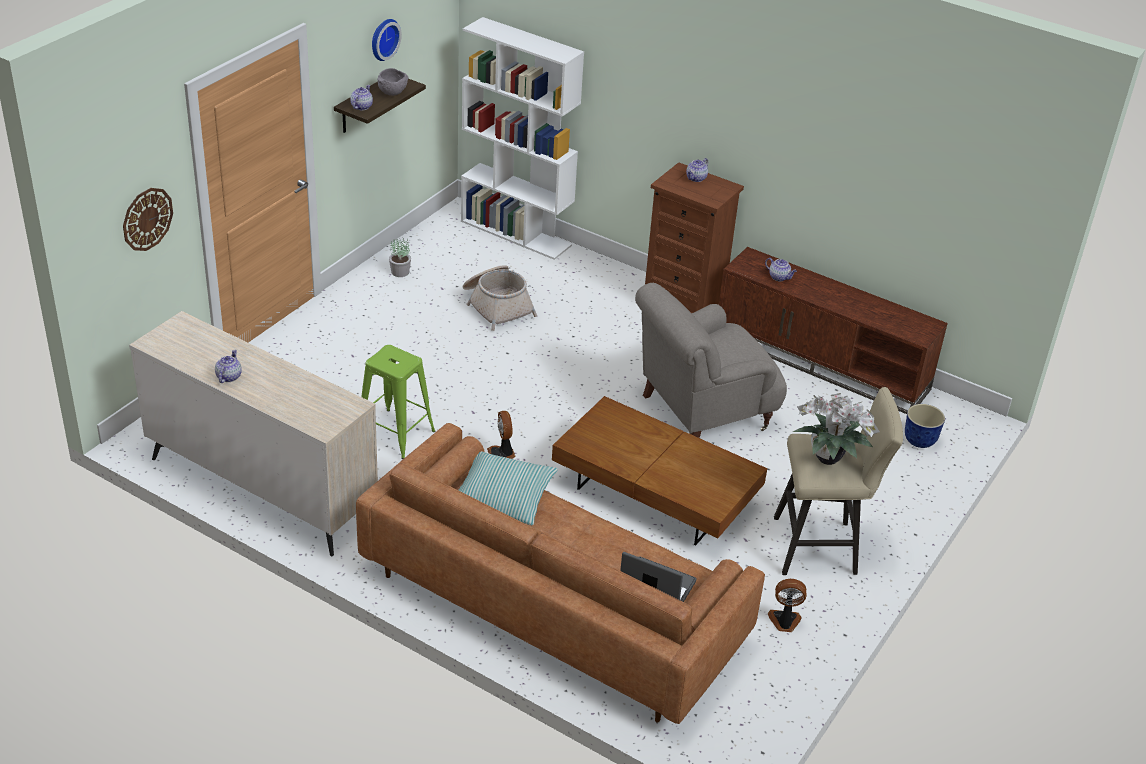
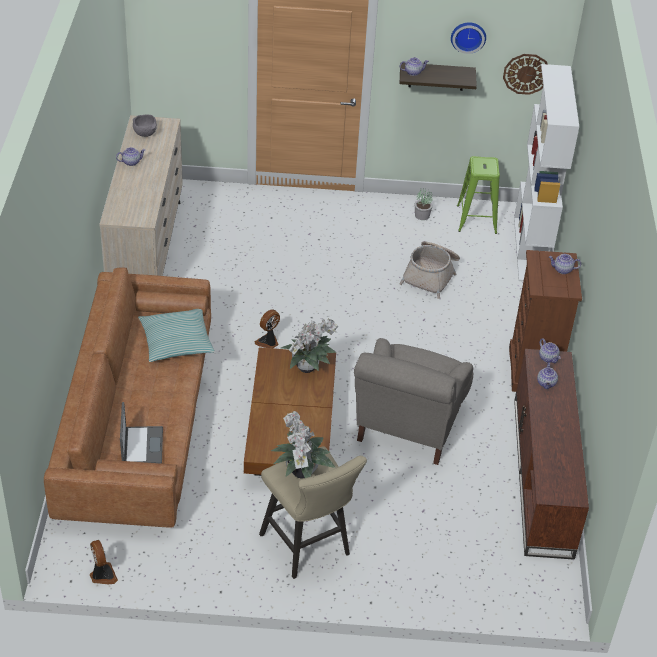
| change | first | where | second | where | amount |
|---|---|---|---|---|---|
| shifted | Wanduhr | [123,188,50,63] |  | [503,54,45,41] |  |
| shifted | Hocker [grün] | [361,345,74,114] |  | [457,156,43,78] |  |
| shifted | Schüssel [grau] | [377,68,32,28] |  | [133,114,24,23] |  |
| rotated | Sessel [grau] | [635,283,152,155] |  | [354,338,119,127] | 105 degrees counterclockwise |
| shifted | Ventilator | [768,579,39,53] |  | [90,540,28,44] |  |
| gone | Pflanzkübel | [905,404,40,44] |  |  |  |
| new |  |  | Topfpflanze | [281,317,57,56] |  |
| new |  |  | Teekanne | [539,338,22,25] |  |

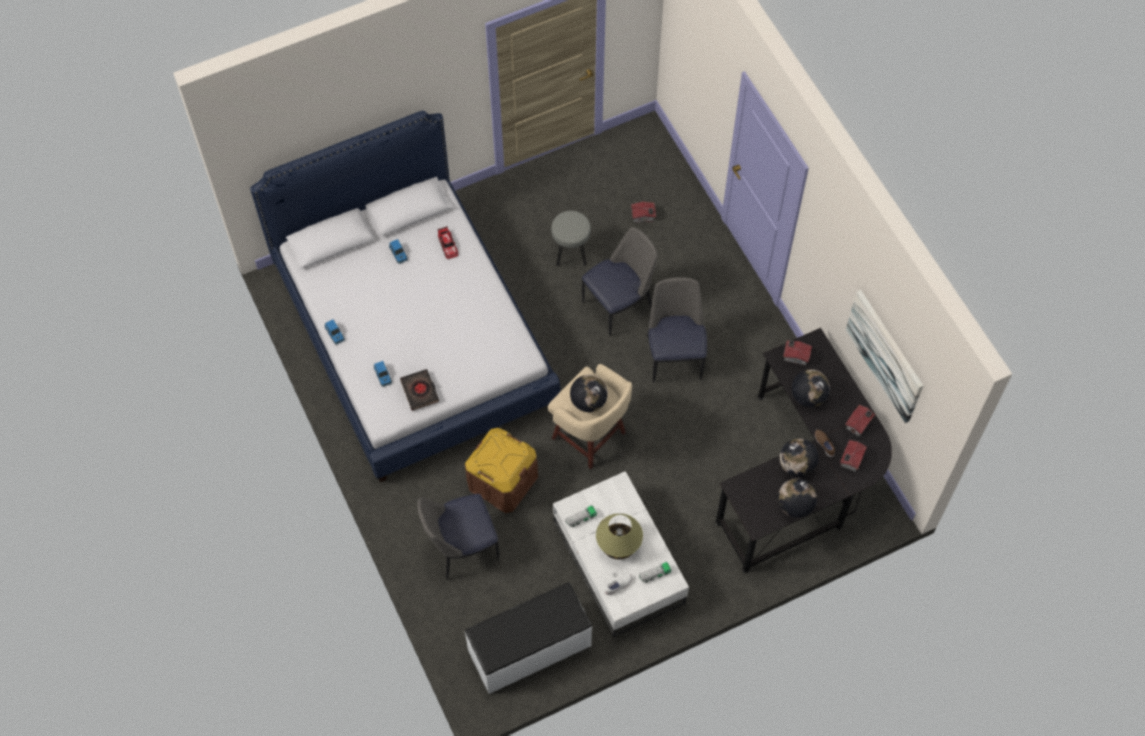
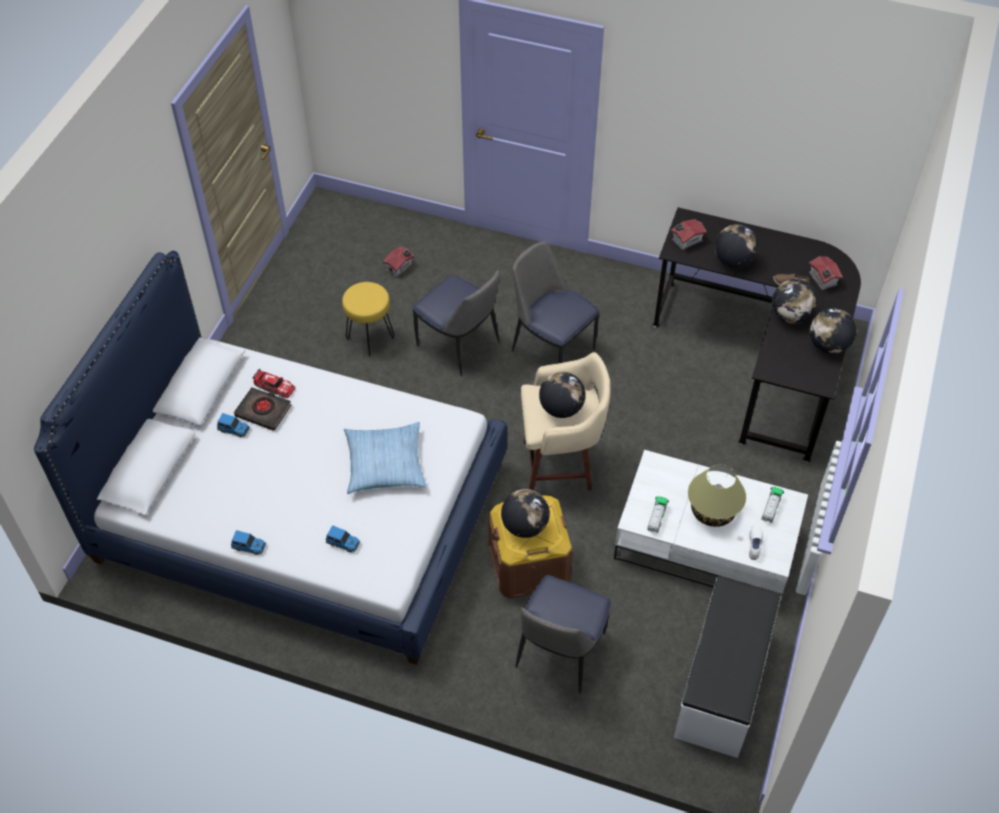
| change | first | where | second | where | amount |
|---|---|---|---|---|---|
| shifted | Buch [schwarz] | [400,369,39,42] |  | [234,387,57,44] |  |
| repainted | Hocker [grau] | [551,211,40,56] | Hocker [gelb] | [342,282,53,75] |  |
| rotated | Stuhl | [582,227,75,109] |  | [413,270,87,107] | 120 degrees clockwise |
| gone | Spielzeughaus | [845,405,30,32] |  |  |  |
| gone | Bild | [846,290,78,133] |  |  |  |
| new |  |  | Kissen | [344,422,82,72] |  |
| new |  |  | Globus | [501,489,49,49] |  |

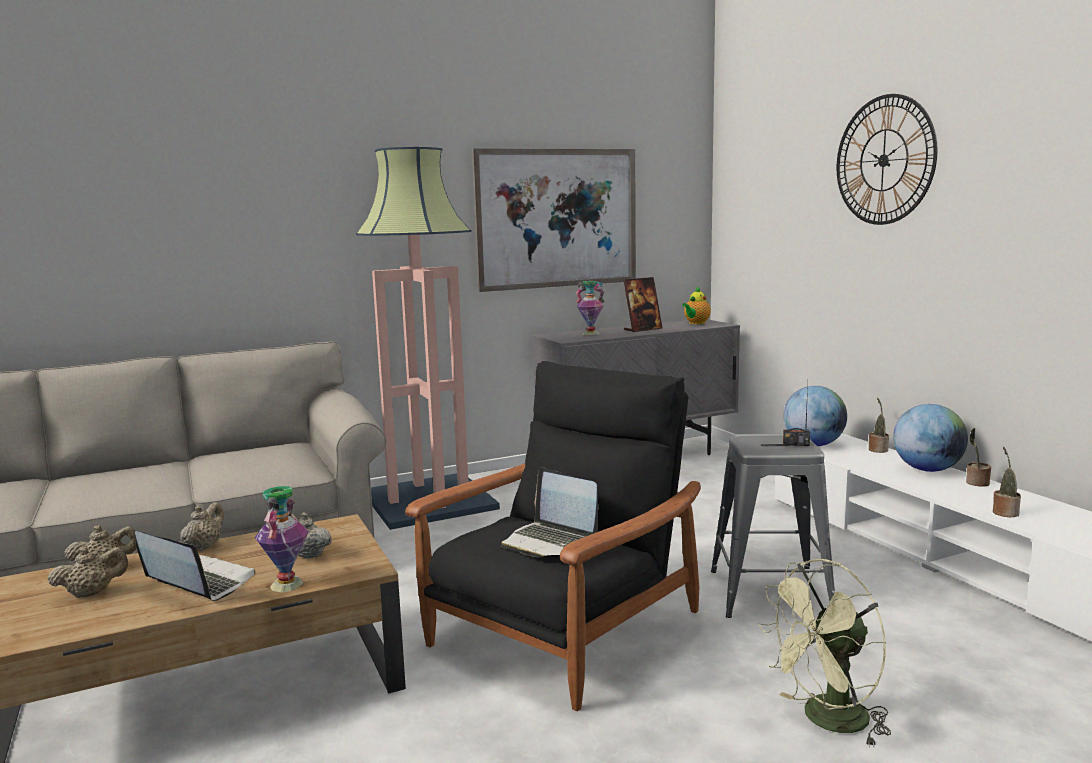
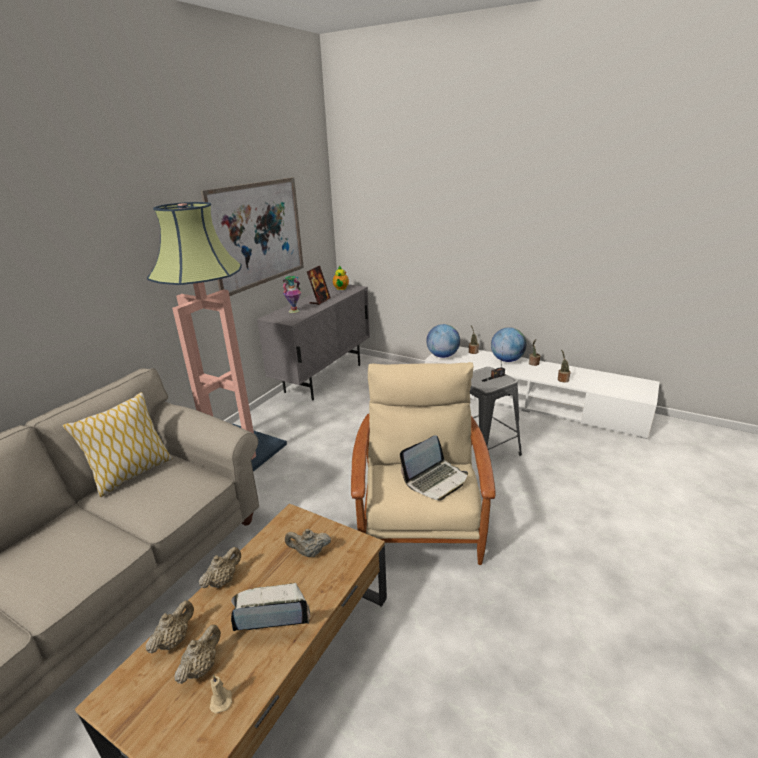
| change | first | where | second | where | amount |
|---|---|---|---|---|---|
| rotated | Teekanne [beige] | [180,502,44,49] |  | [199,547,42,41] | 60 degrees clockwise |
| gone | Vase | [255,486,54,106] |  |  |  |
| repainted | Sessel [schwarz] | [405,361,296,350] | Sessel [beige] | [351,362,145,203] |  |
| rotated | Laptop | [501,467,98,90] |  | [400,435,68,66] | 45 degrees counterclockwise |
| gone | Ventilator [grün] | [759,559,132,188] |  |  |  |
| gone | Wanduhr | [837,94,101,131] |  |  |  |
| new |  |  | Kissen | [62,392,111,105] |  |
| new |  |  | Kerze [beige] | [210,675,22,38] |  |

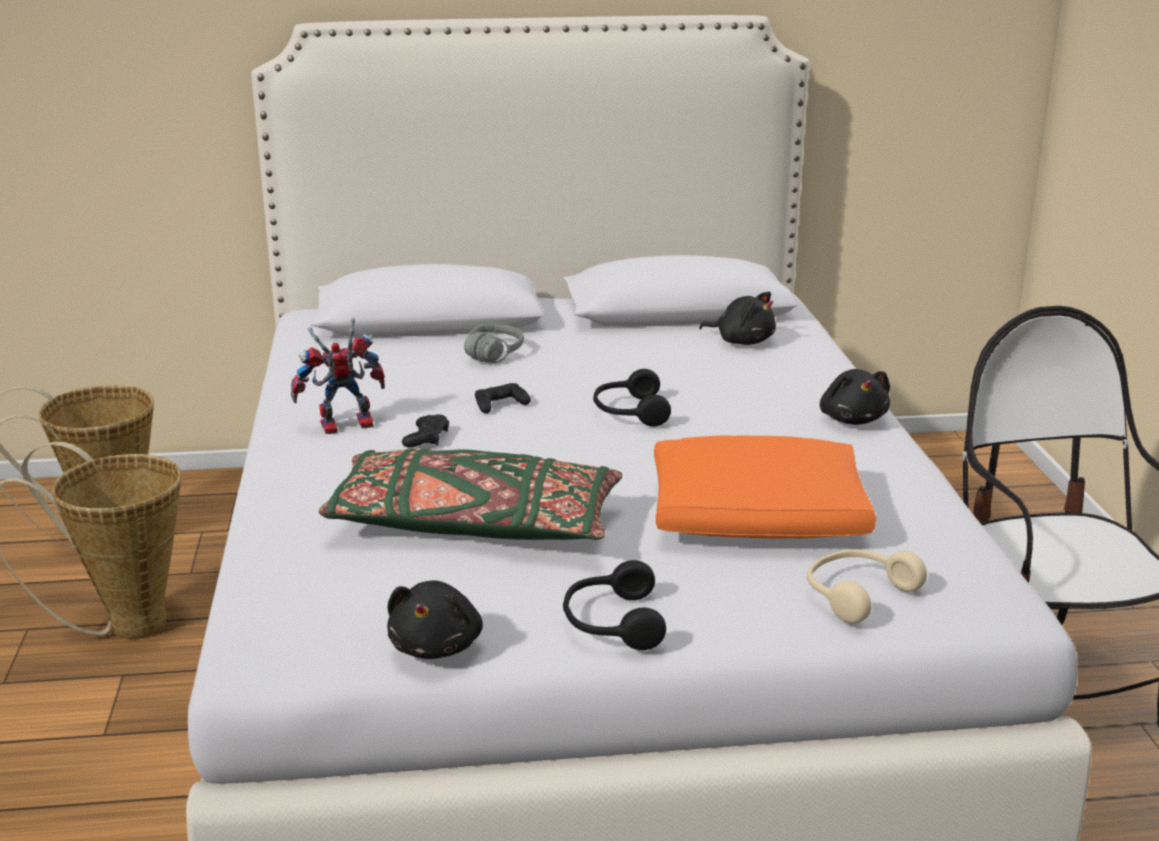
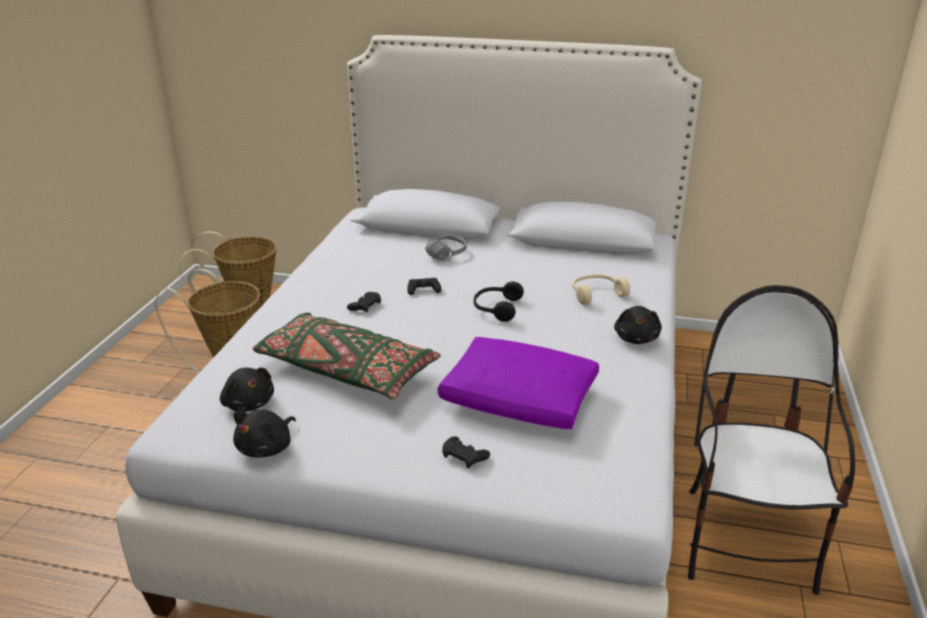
| change | first | where | second | where | amount |
|---|---|---|---|---|---|
| gone | Spielzeugroboter | [291,318,94,116] |  |  |  |
| gone | Kopfhörer [schwarz] | [563,560,103,90] |  |  |  |
| repainted | Kissen [orange] | [654,435,222,104] | Kissen [lila] | [438,337,161,92] |  |
| shifted | Plüschtier [schwarz] | [699,292,77,53] |  | [220,367,54,45] |  |
| shifted | Kopfhörer [beige] | [807,549,120,75] |  | [572,274,58,31] |  |
| new |  |  | Gamepad [schwarz] | [442,436,48,32] |  |

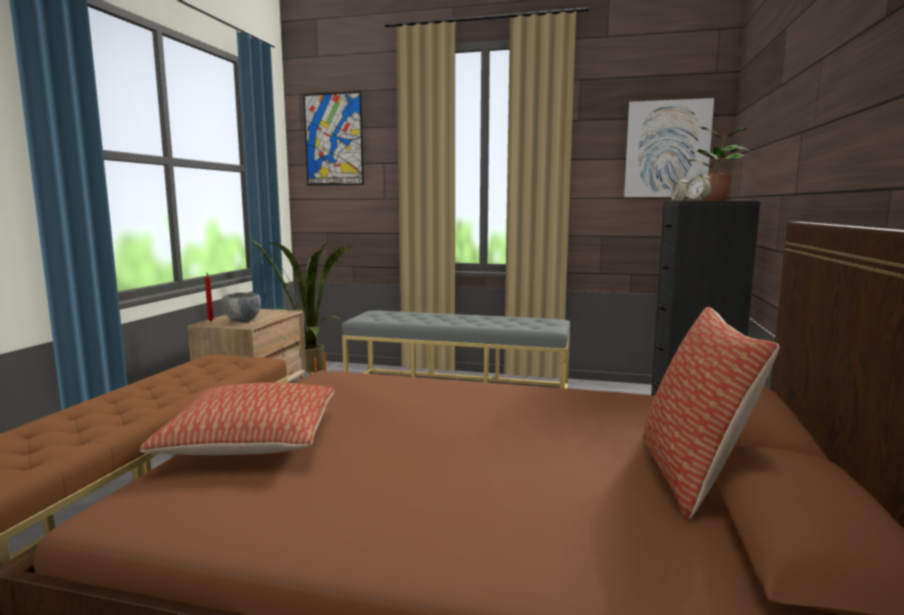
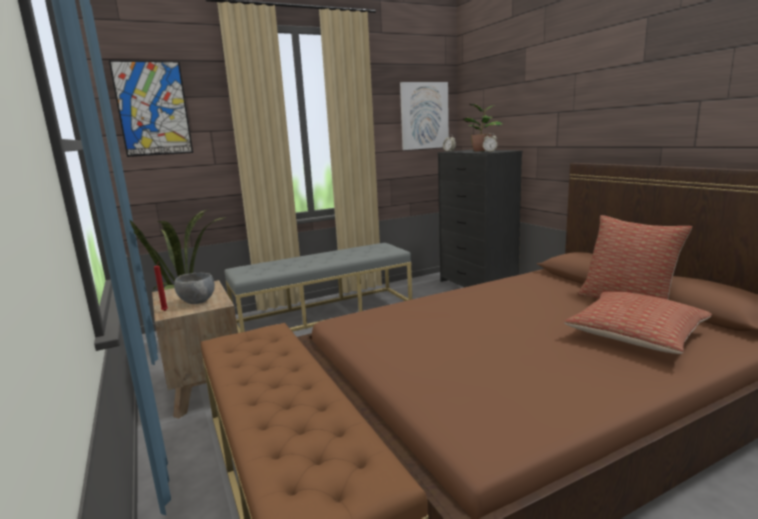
| change | first | where | second | where | amount |
|---|---|---|---|---|---|
| shifted | Kissen | [139,382,195,73] |  | [564,291,148,63] |  |

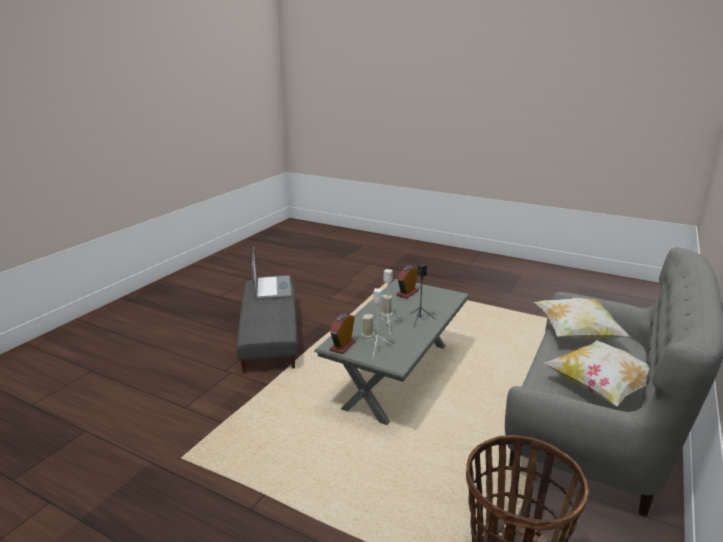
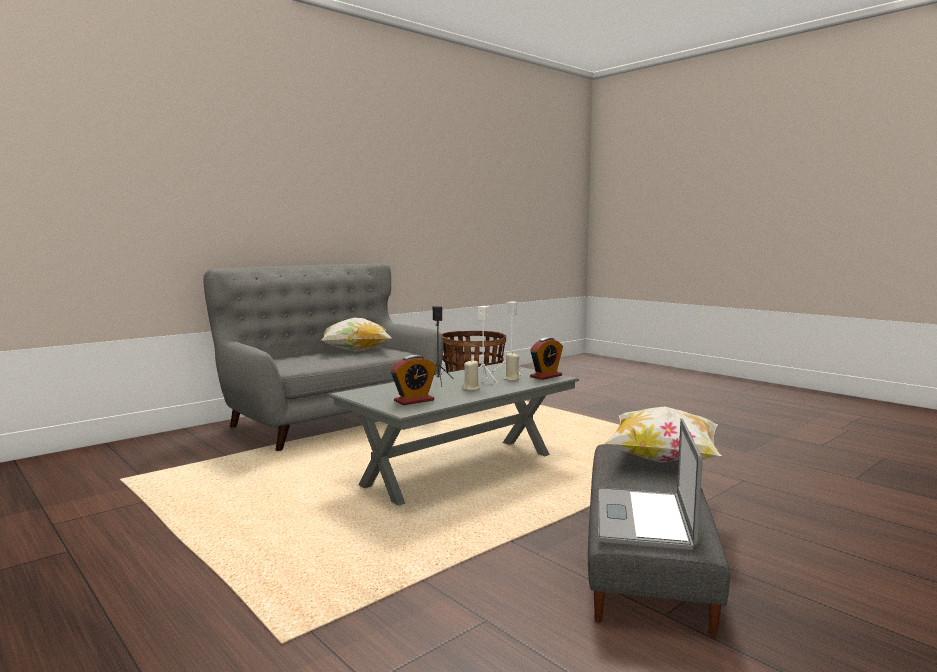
| change | first | where | second | where | amount |
|---|---|---|---|---|---|
| shifted | Kissen | [534,298,97,42] |  | [604,406,118,56] |  |

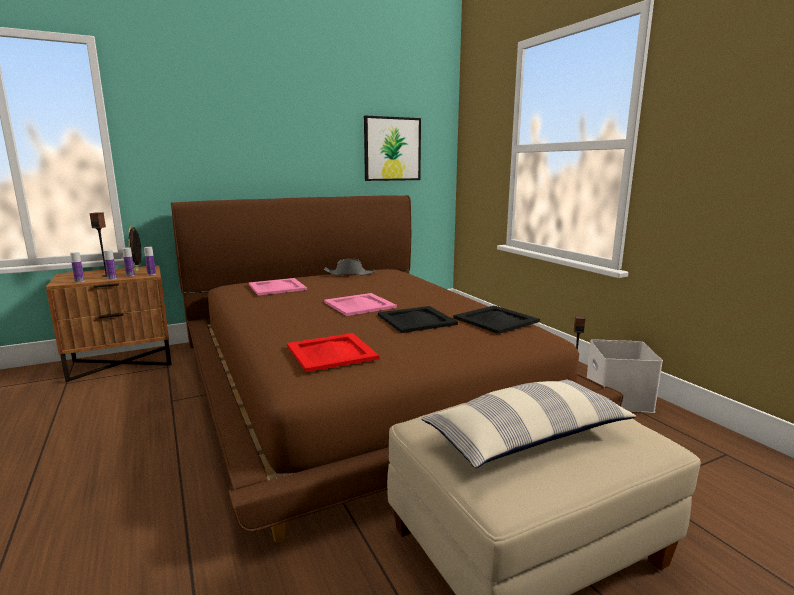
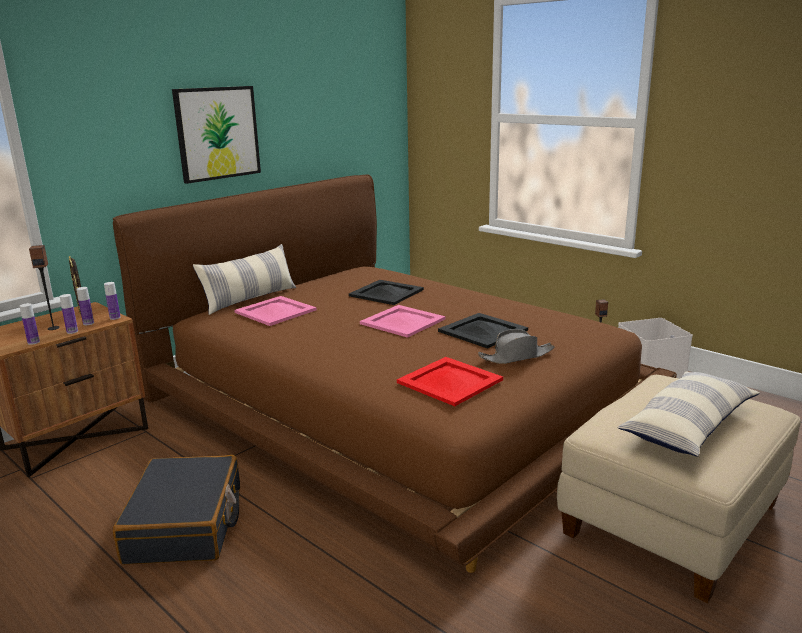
| change | first | where | second | where | amount |
|---|---|---|---|---|---|
| shifted | Hut [grau] | [324,259,51,16] |  | [478,329,77,35] |  |
| shifted | Bild | [364,116,57,65] |  | [172,86,89,98] |  |
| shifted | Tablett [schwarz] | [454,305,86,29] |  | [349,280,75,25] |  |
| new |  |  | Koffer [schwarz] | [113,455,127,110] |  |
| new |  |  | Kissen | [193,244,103,71] |  |

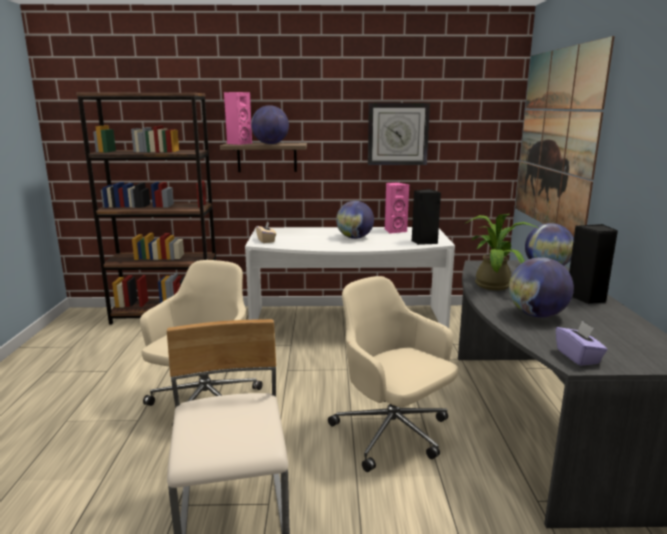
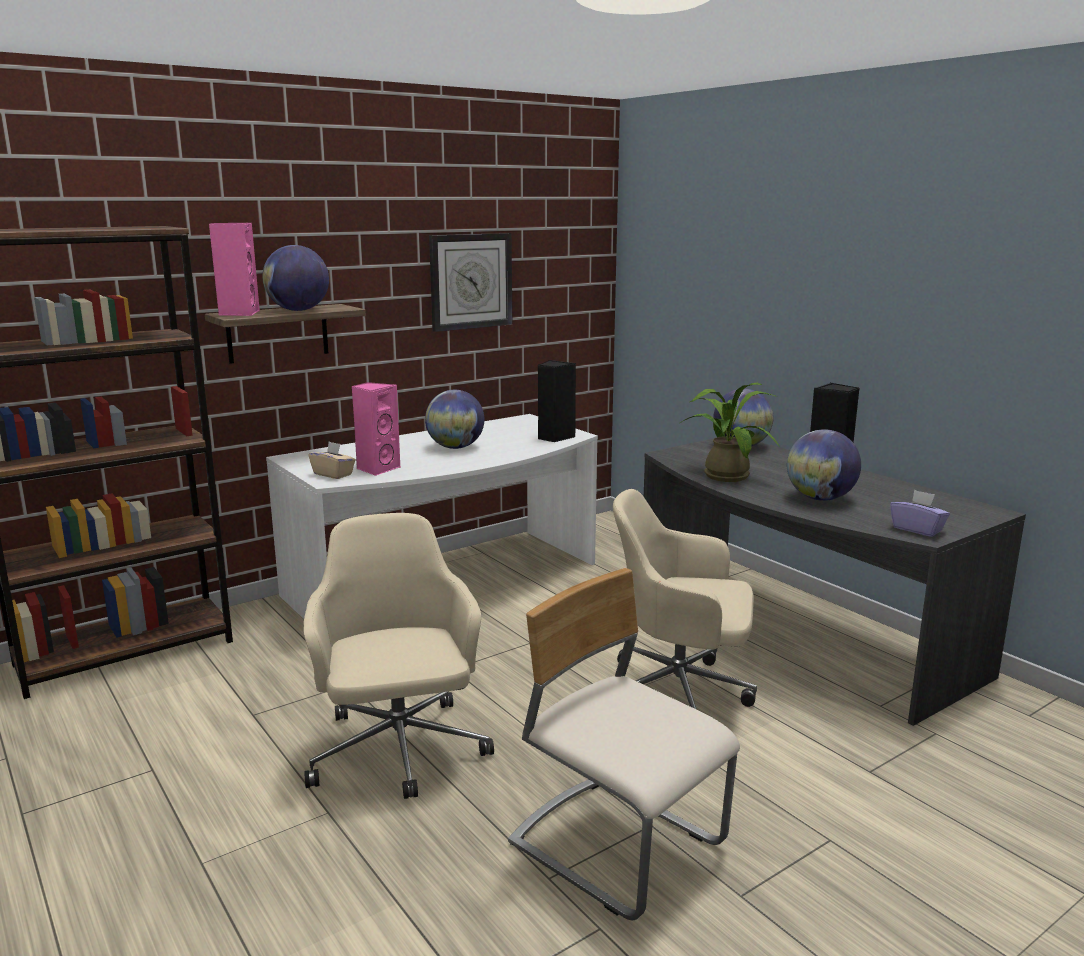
| change | first | where | second | where | amount |
|---|---|---|---|---|---|
| shifted | Lautsprecher [rosa] | [385,182,24,52] |  | [351,382,50,94] |  |
| gone | Bild | [515,36,100,201] |  |  |  |

